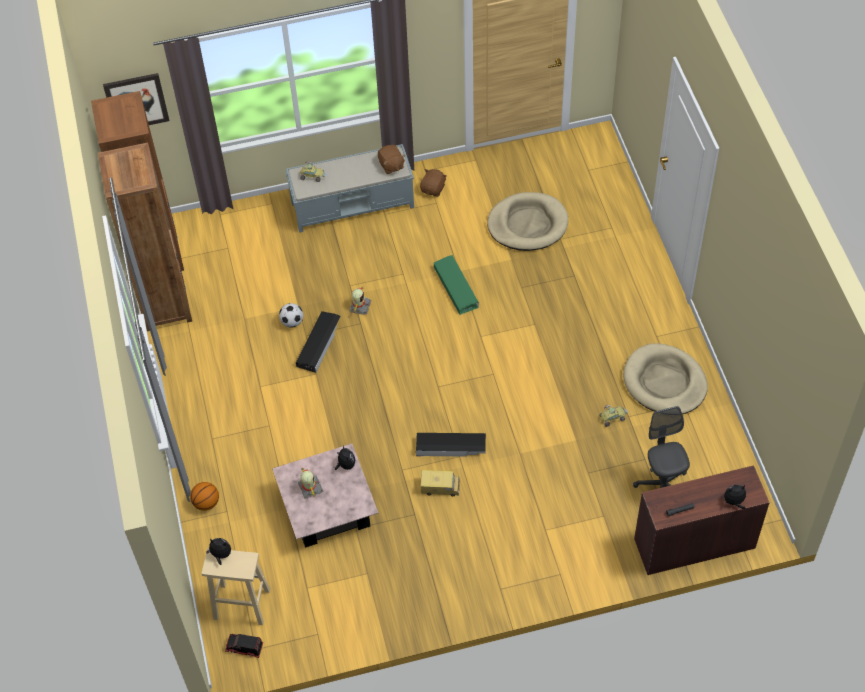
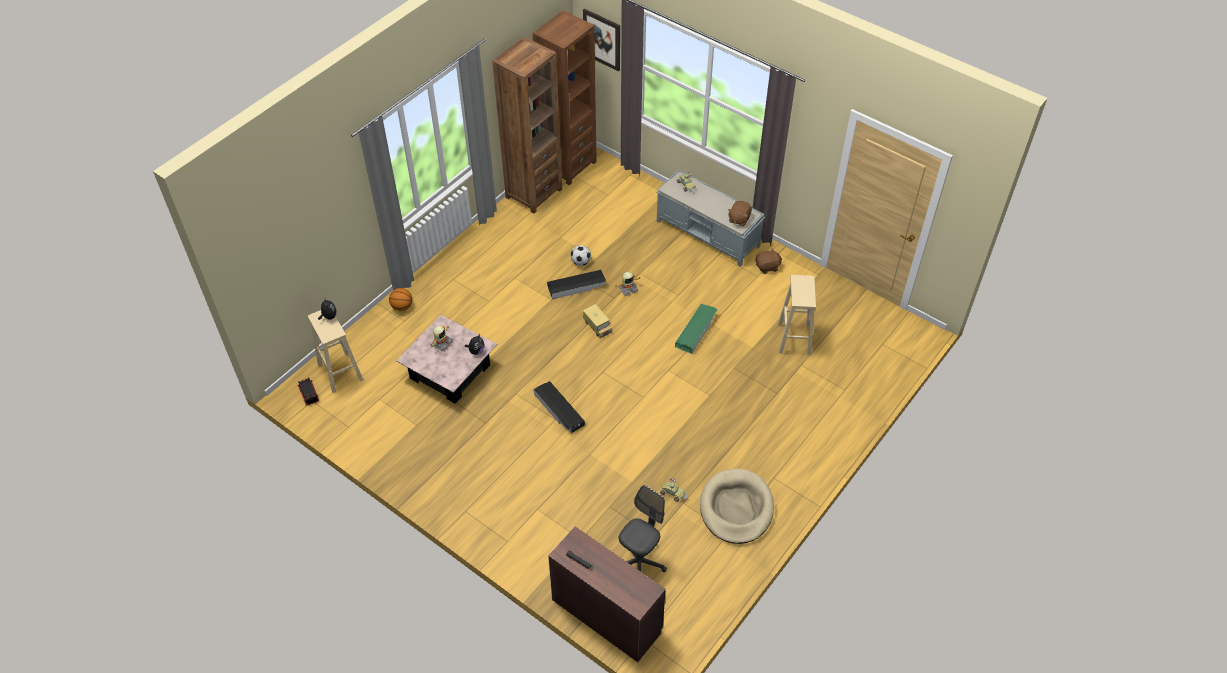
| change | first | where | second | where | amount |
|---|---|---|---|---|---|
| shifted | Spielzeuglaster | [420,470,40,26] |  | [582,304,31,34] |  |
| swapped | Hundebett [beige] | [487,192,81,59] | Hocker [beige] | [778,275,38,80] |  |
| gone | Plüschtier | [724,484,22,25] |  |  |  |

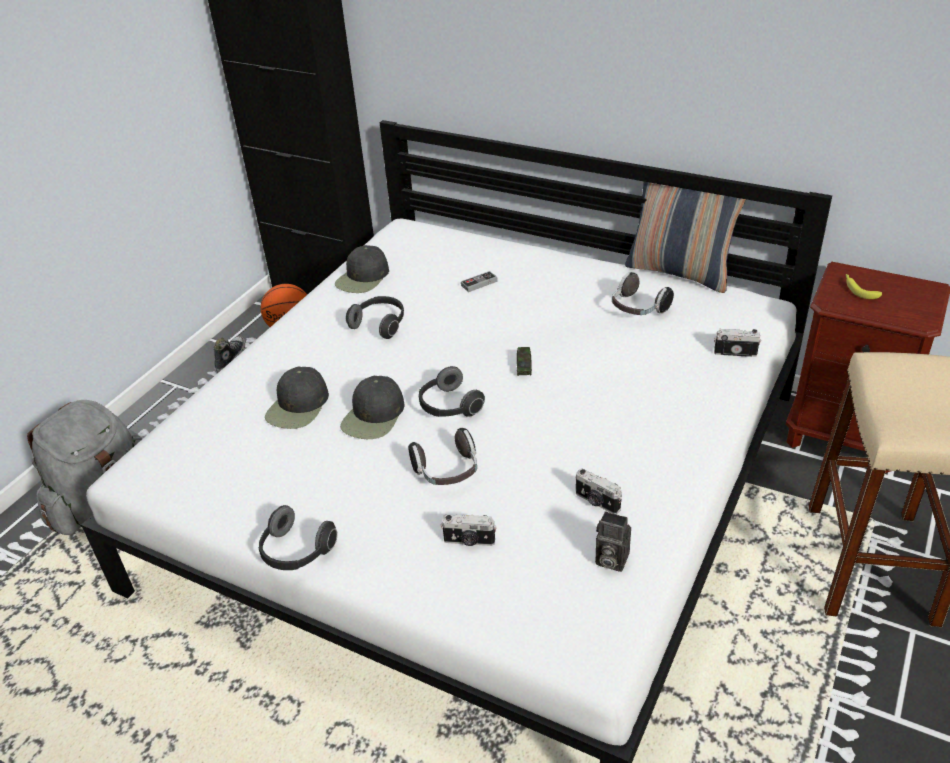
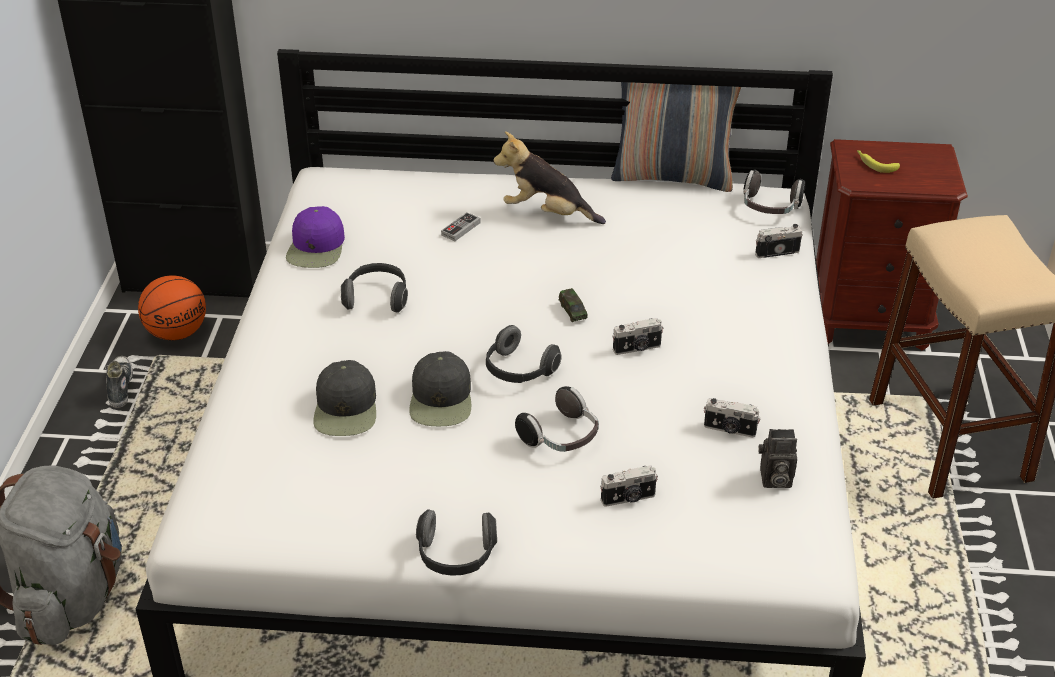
| change | first | where | second | where | amount |
|---|---|---|---|---|---|
| repainted | Kappe [schwarz] | [335,245,54,48] | Kappe [lila] | [286,206,59,62] |  |
| shifted | Kopfhörer | [612,272,62,43] |  | [743,170,62,44] |  |
| new |  |  | Plüschtier | [493,131,113,93] |  |
| new |  |  | Kamera | [612,318,51,37] |  |

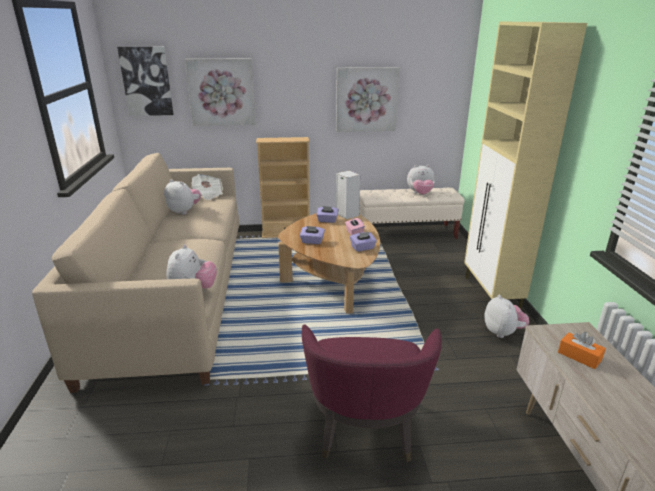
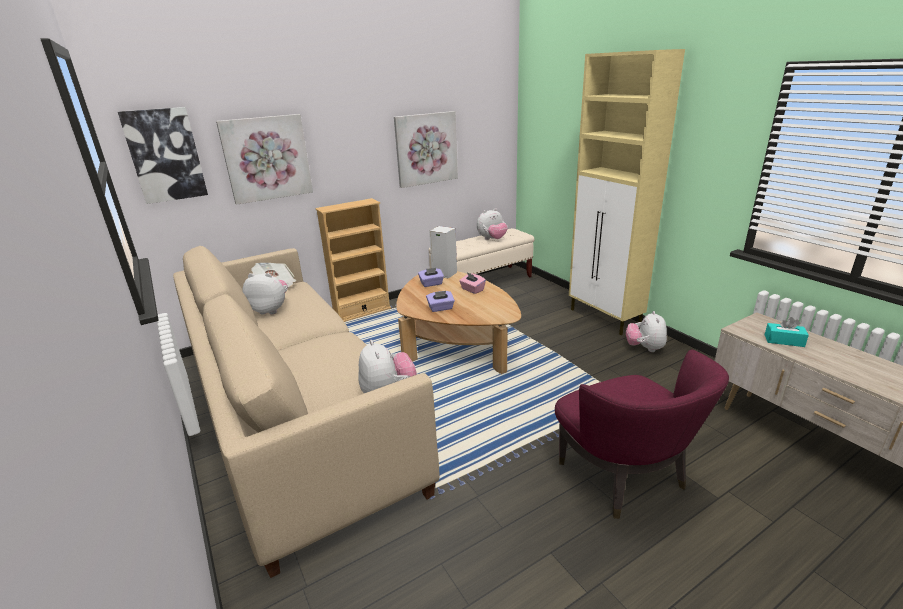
| change | first | where | second | where | amount |
|---|---|---|---|---|---|
| gone | Taschentuchbox [lila] | [350,232,27,20] |  |  |  |
| rotated | Plüschtier | [484,294,45,44] |  | [626,311,41,41] | 135 degrees counterclockwise |
| repainted | Taschentuchbox [orange] | [558,332,48,37] | Taschentuchbox [türkis] | [765,317,44,30] |  |

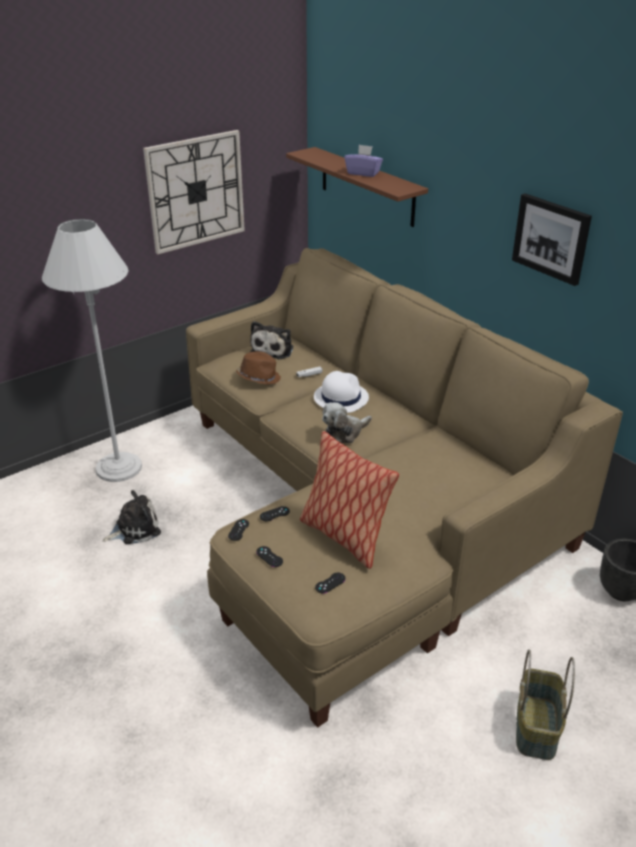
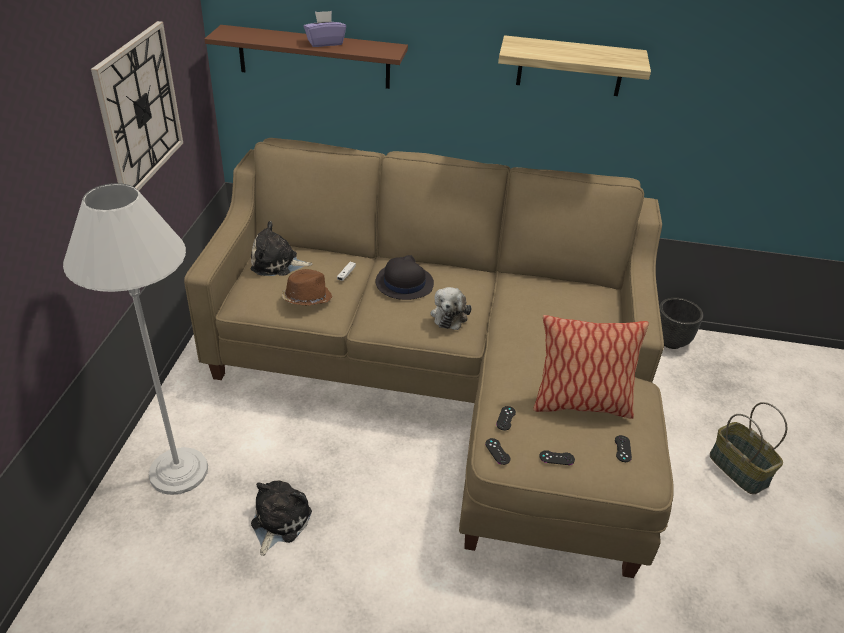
| change | first | where | second | where | amount |
|---|---|---|---|---|---|
| rotated | Plüschtier | [250,321,44,38] |  | [251,221,62,55] | 120 degrees clockwise |
| repainted | Hut [weiß] | [314,371,55,42] | Hut [schwarz] | [376,255,58,45] |  |
| swapped | Bild | [512,193,80,93] | Wandregal | [498,35,153,61] |  |

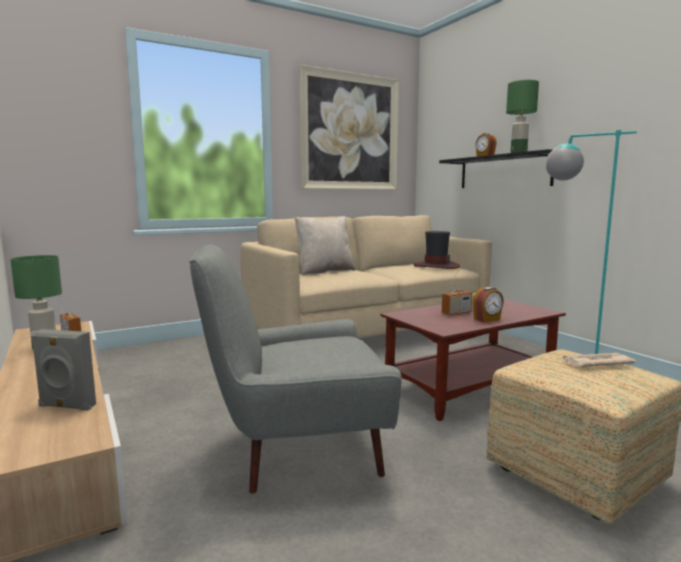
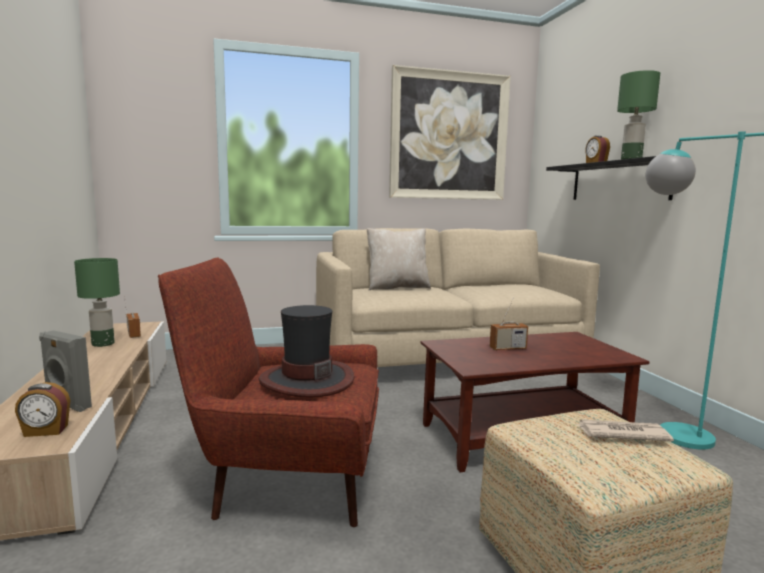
| change | first | where | second | where | amount |
|---|---|---|---|---|---|
| repainted | Sessel [grau] | [189,244,213,250] | Sessel [rot] | [158,257,221,270] |  |
| shifted | Hut | [414,231,46,38] |  | [259,305,96,93] |  |
| shifted | Wecker | [473,287,31,35] |  | [15,382,55,55] |  |

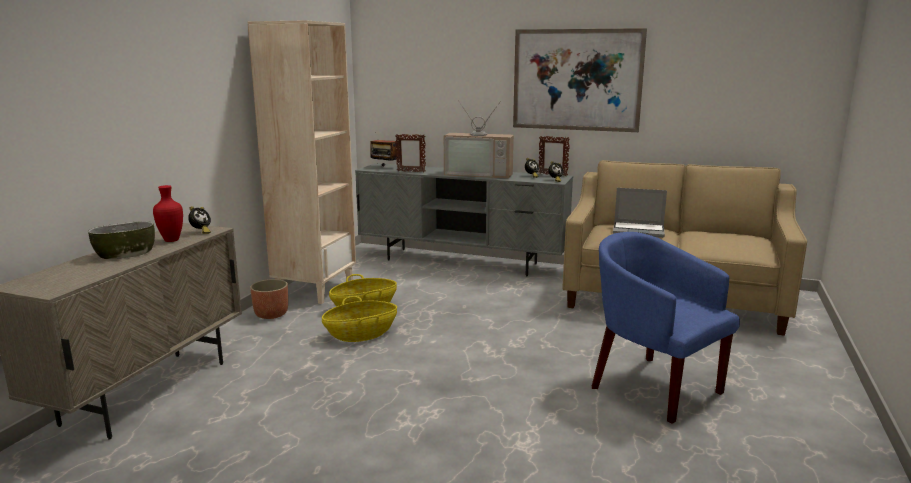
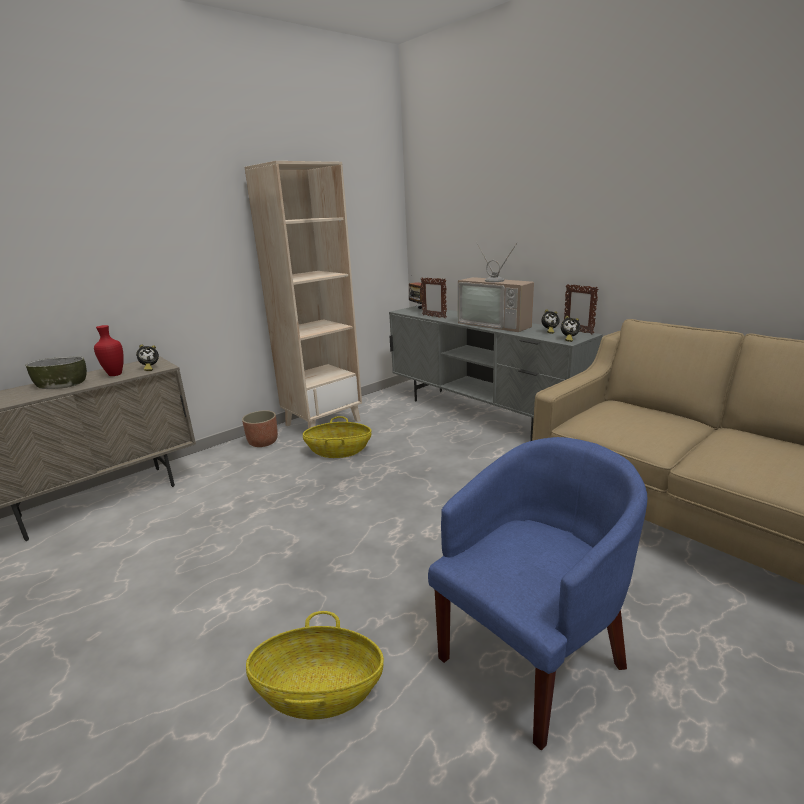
| change | first | where | second | where | amount |
|---|---|---|---|---|---|
| shifted | Korb | [322,296,75,46] |  | [246,611,138,108] |  |
| gone | Bild | [513,28,134,104] |  |  |  |
| rotated | Sessel [blau] | [592,232,148,192] |  | [428,437,219,313] | 60 degrees clockwise |
| gone | Laptop | [613,188,54,50] |  |  |  |

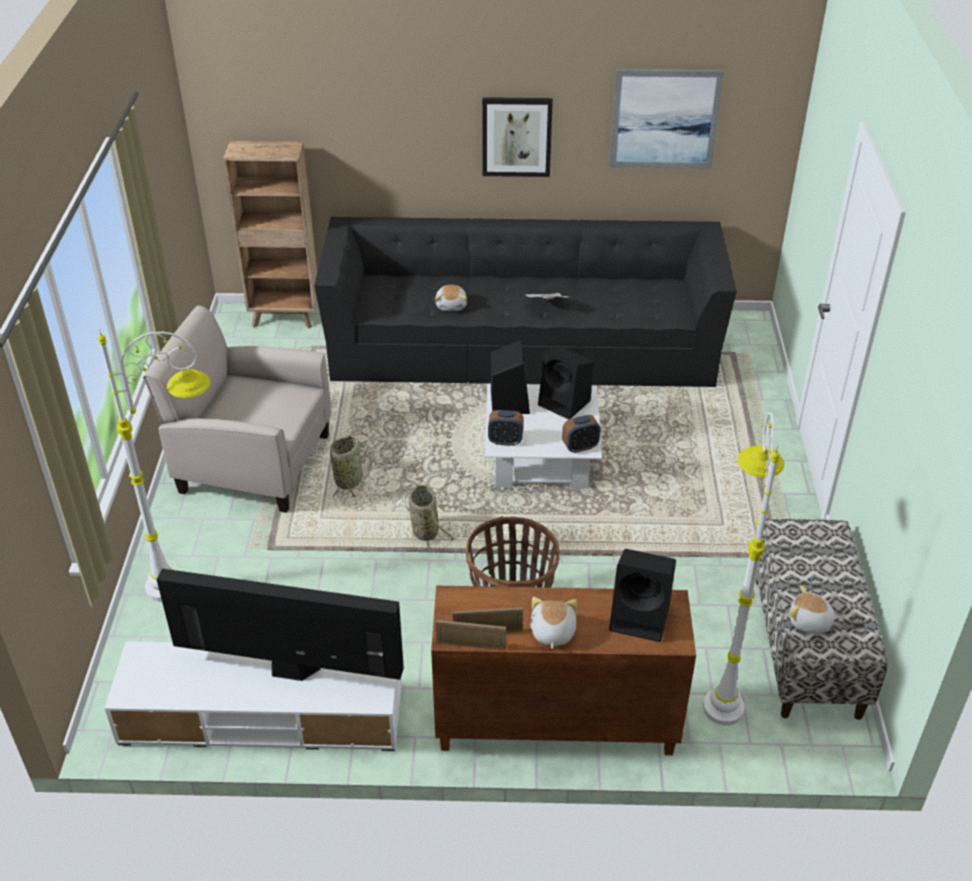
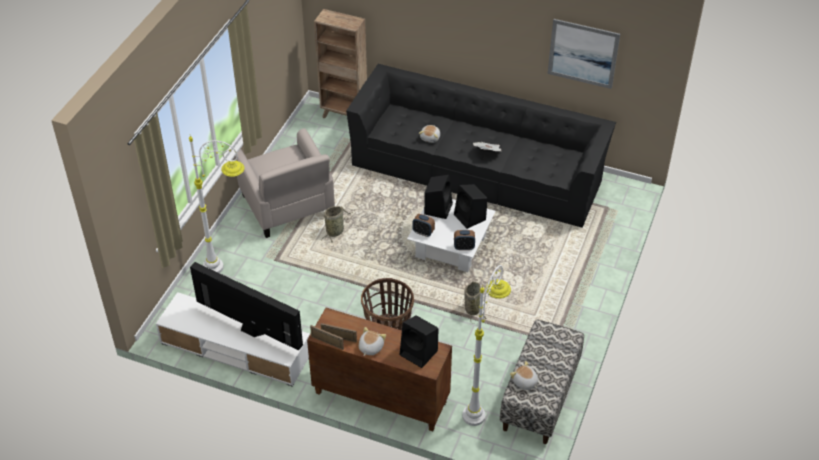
| change | first | where | second | where | amount |
|---|---|---|---|---|---|
| rotated | Sessel [beige] | [143,306,188,207] |  | [234,128,101,110] | 150 degrees counterclockwise |
| shifted | Korb | [404,484,51,69] |  | [464,281,23,43] |  |
| gone | Bild | [482,97,71,80] |  |  |  |

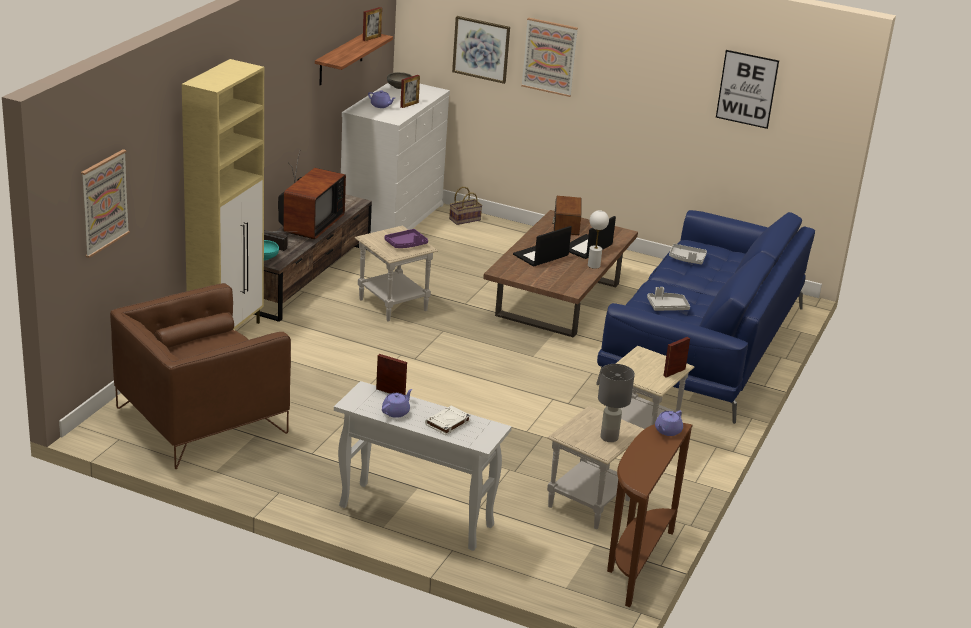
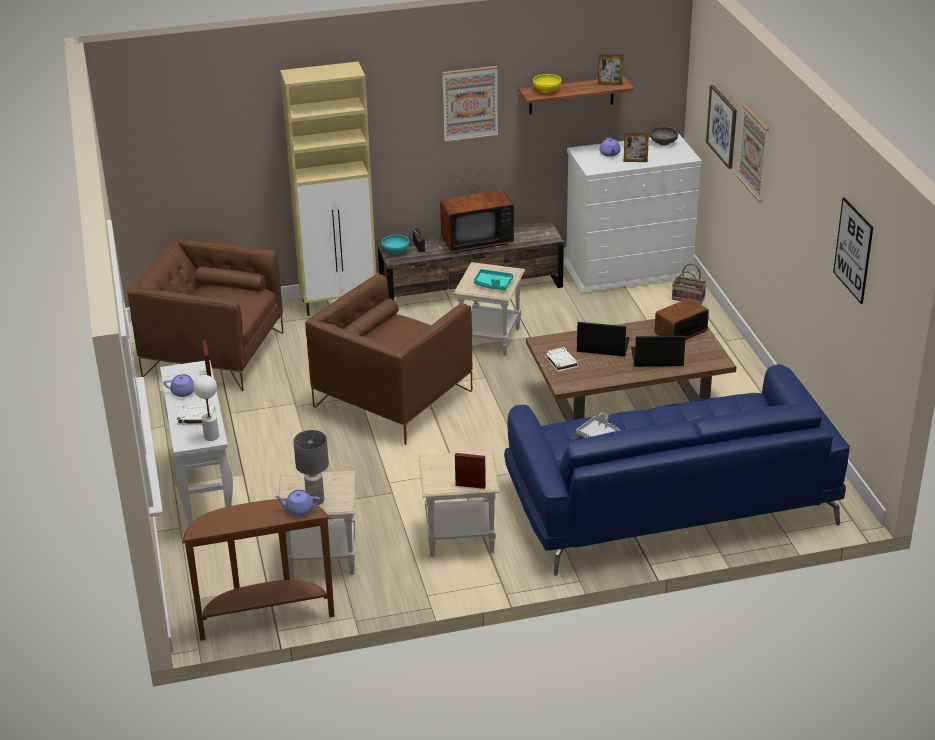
| change | first | where | second | where | amount |
|---|---|---|---|---|---|
| shifted | Bild | [81,149,49,109] |  | [442,66,56,77] |  |
| repainted | Tablett [lila] | [384,229,44,19] | Tablett [türkis] | [474,269,39,22] |  |
| shifted | Tischlampe [weiß] | [588,210,21,59] |  | [193,375,26,66] |  |
| gone | Tablett [grau] | [669,244,38,21] |  |  |  |
| new |  |  | Sessel [braun] | [305,274,167,171] |  |
| new |  |  | Schüssel [gelb] | [533,74,29,19] |  |
| new |  |  | Buch [weiß] | [545,347,34,25] |  |

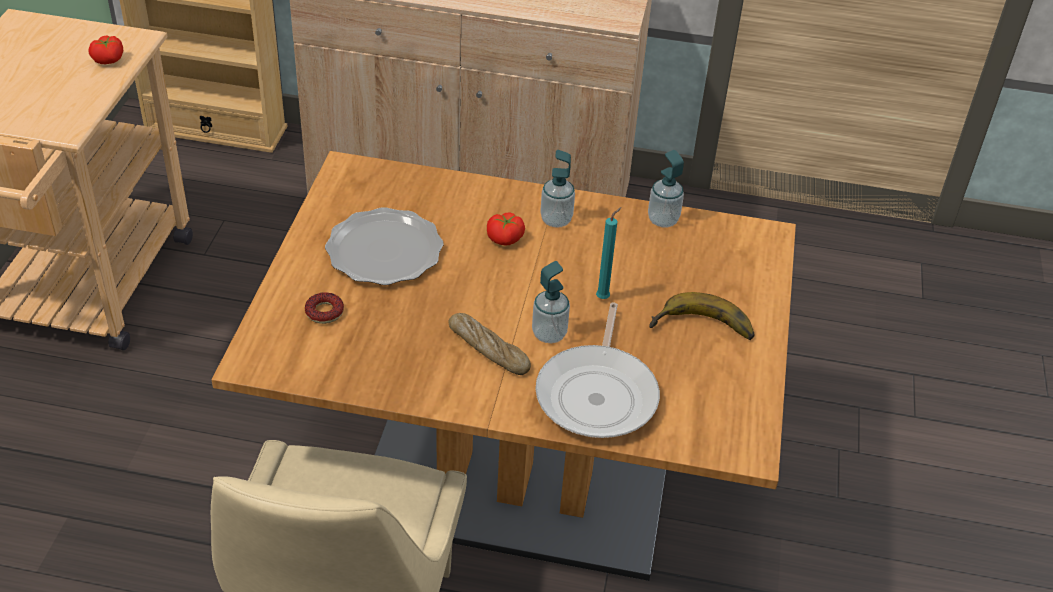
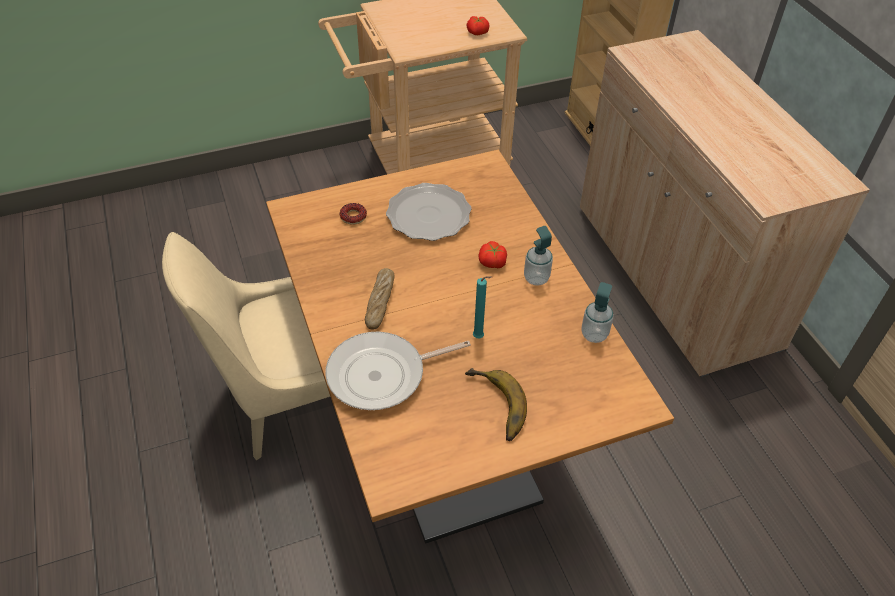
| change | first | where | second | where | amount |
|---|---|---|---|---|---|
| gone | Seifenspender | [532,261,38,82] |  |  |  |

